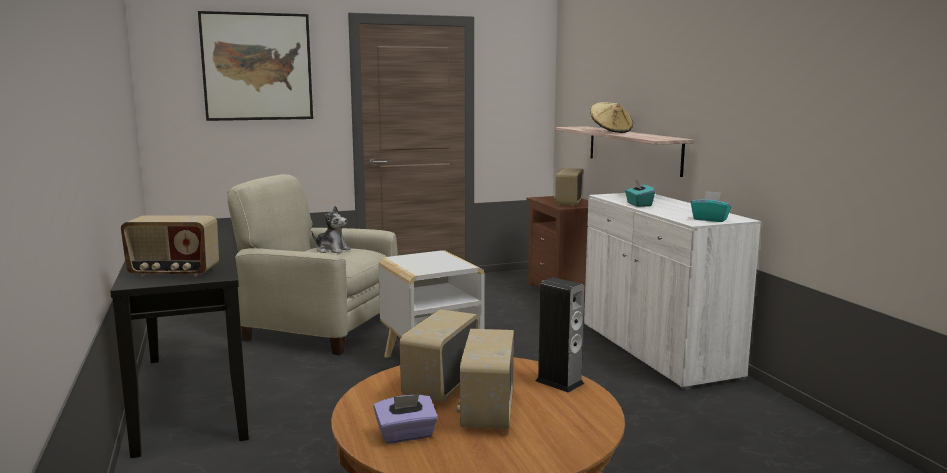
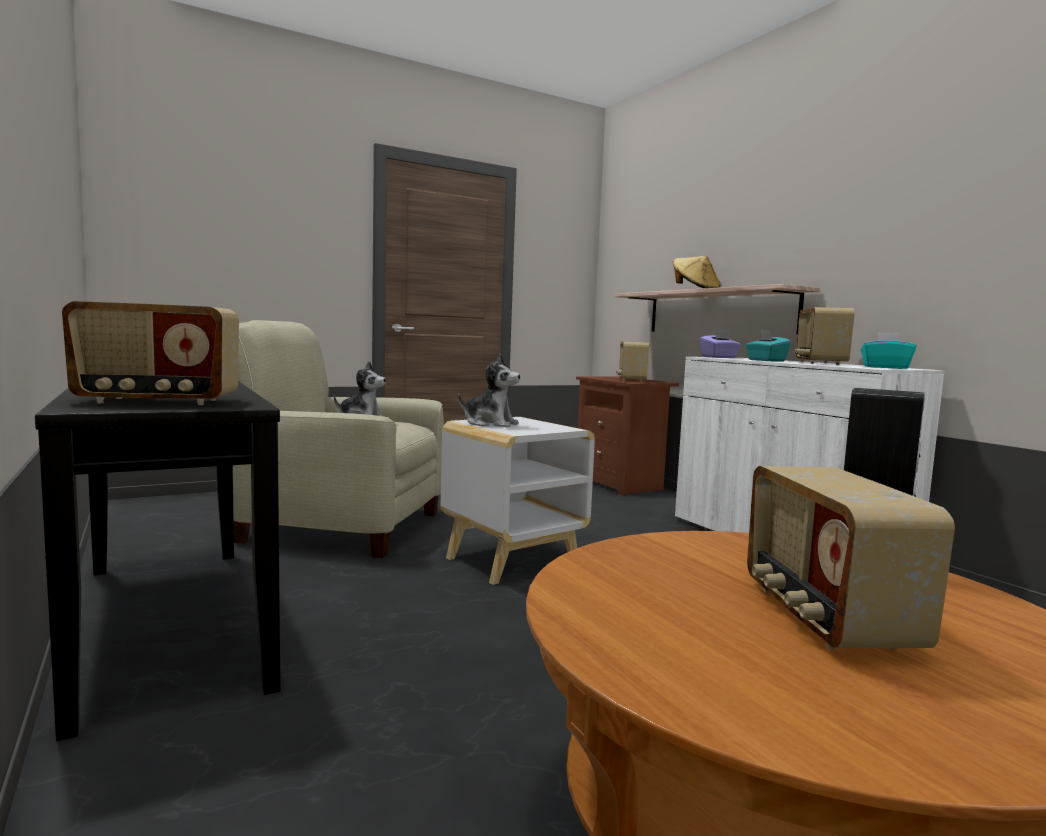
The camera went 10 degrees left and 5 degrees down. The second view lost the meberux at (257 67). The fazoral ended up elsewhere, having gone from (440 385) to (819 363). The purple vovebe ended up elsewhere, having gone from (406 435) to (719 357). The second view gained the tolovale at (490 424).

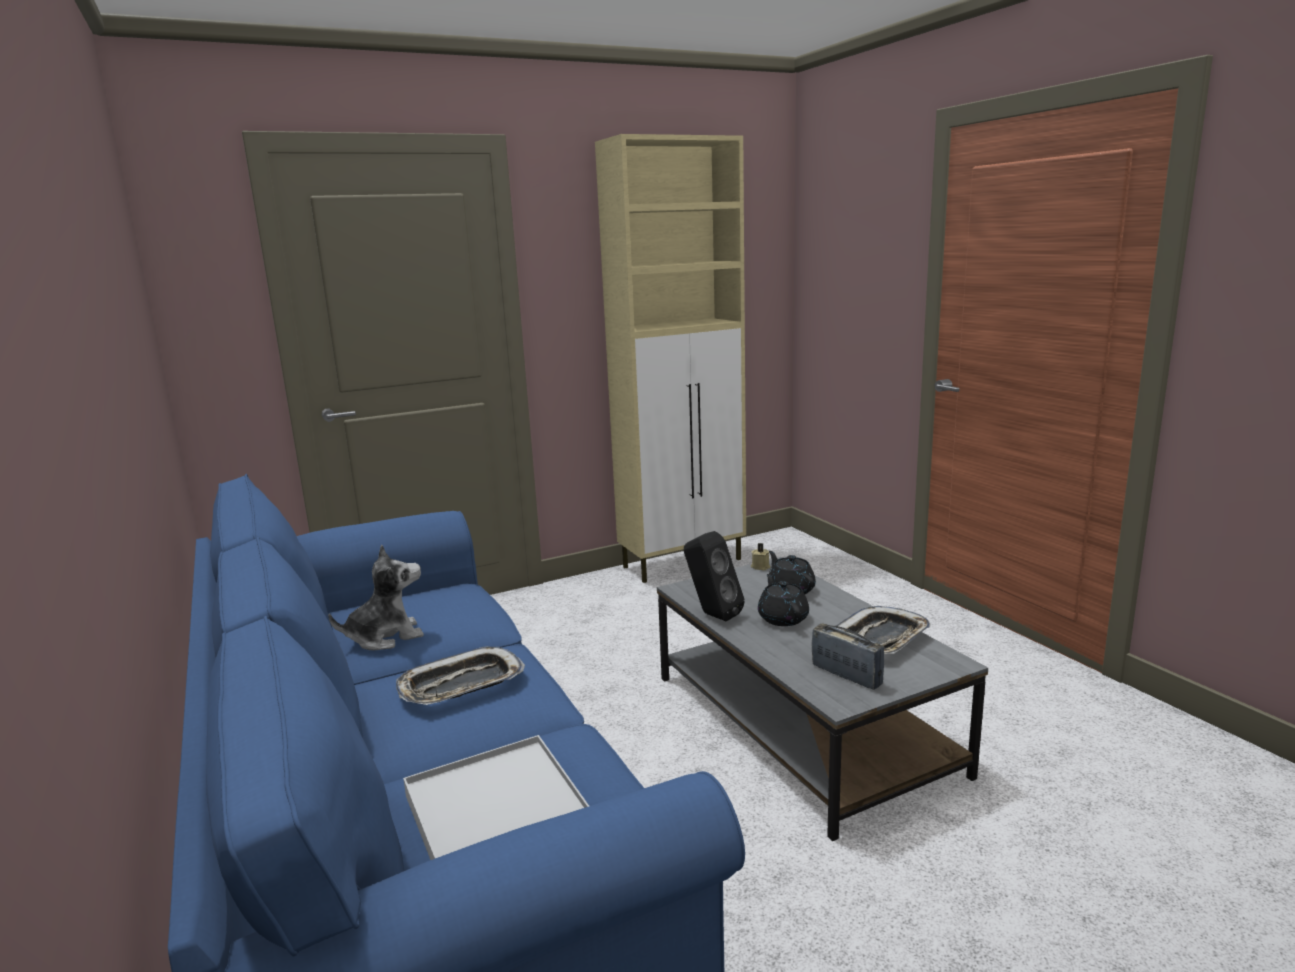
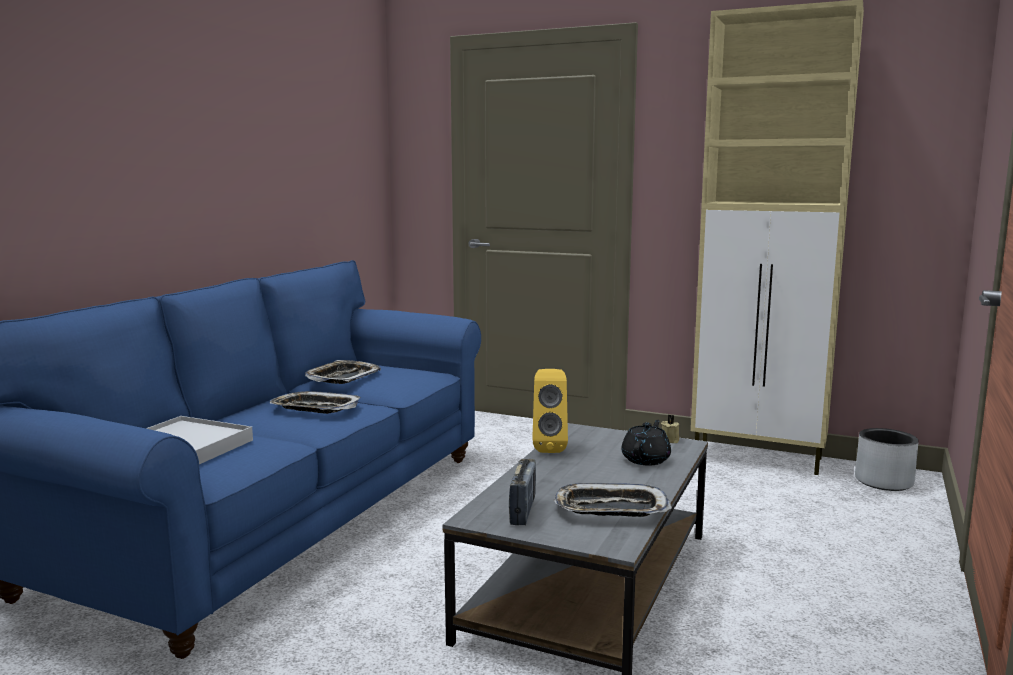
The camera went 50 degrees right and 5 degrees down. What was the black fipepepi at (711 615) turned into the yellow fipepepi at (549 448). Where the tolovale stood at (385 637), the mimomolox came to stand at (343 377). The second view lost the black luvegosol at (782 618). The second view gained the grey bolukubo at (884 482).

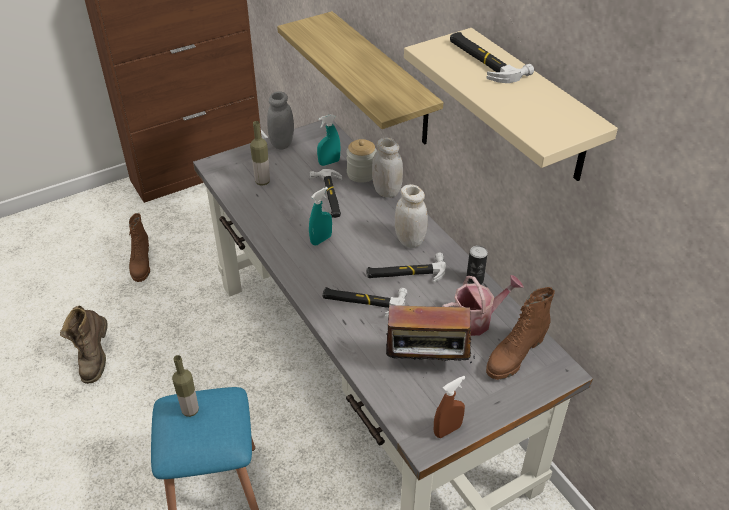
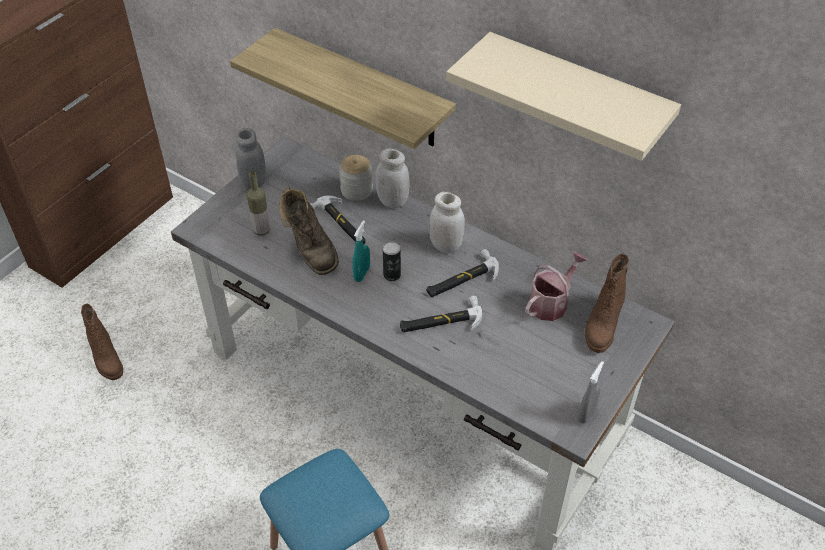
The camera went 25 degrees left and 5 degrees up. The second view lost the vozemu at (484 60). The second view lost the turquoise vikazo at (329 162). The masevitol ended up elsewhere, having gone from (474 280) to (392 275). The second view lost the fazoral at (427 363). The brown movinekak ended up elsewhere, having gone from (94 358) to (310 249). The second view lost the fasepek at (190 410). What was the brown vikazo at (447 430) turned into the grey vikazo at (586 413).

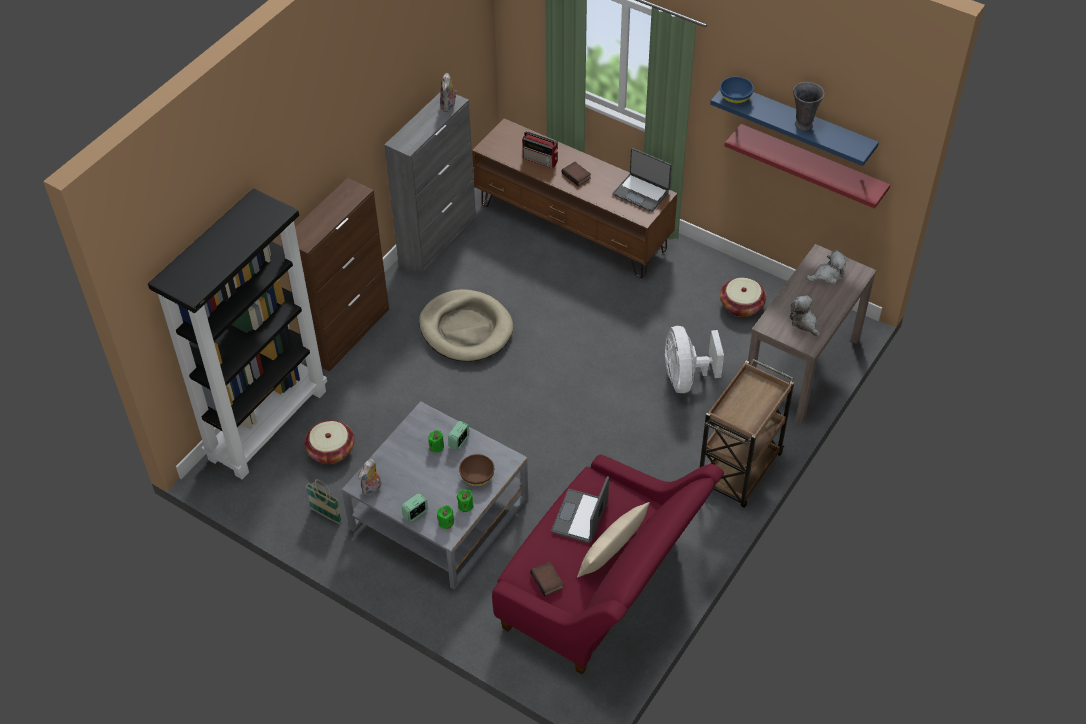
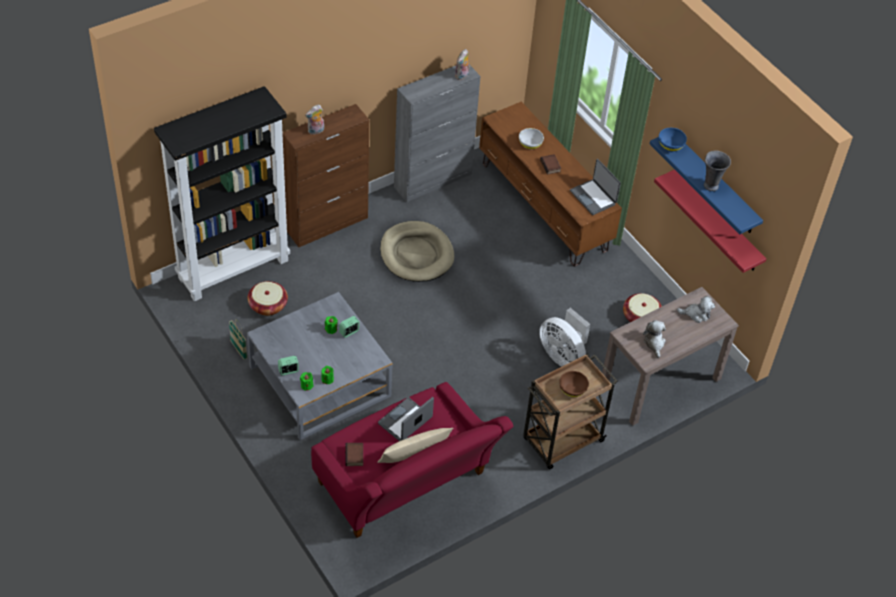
The camera went 20 degrees right and 0 degrees up. Where the fazoral stood at (541 160), the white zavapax came to stand at (530 144). The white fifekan at (686 378) ended up facing another way, 60 degrees counterclockwise from before. The brown zavapax ended up elsewhere, having gone from (477 476) to (572 389). The tolovale ended up elsewhere, having gone from (372 489) to (316 131).

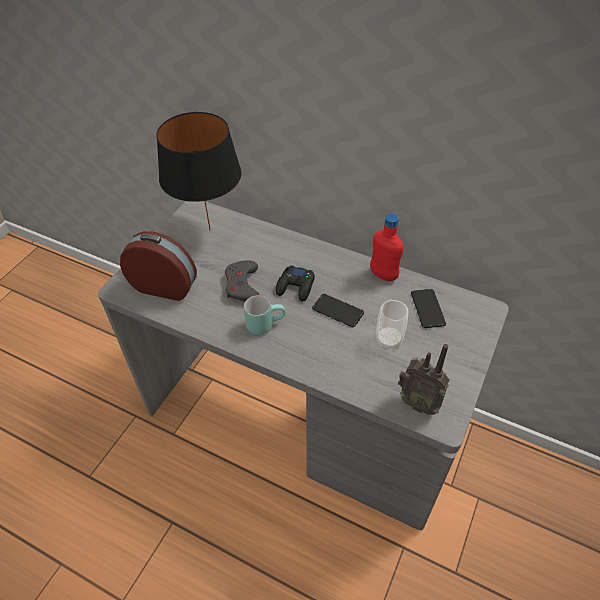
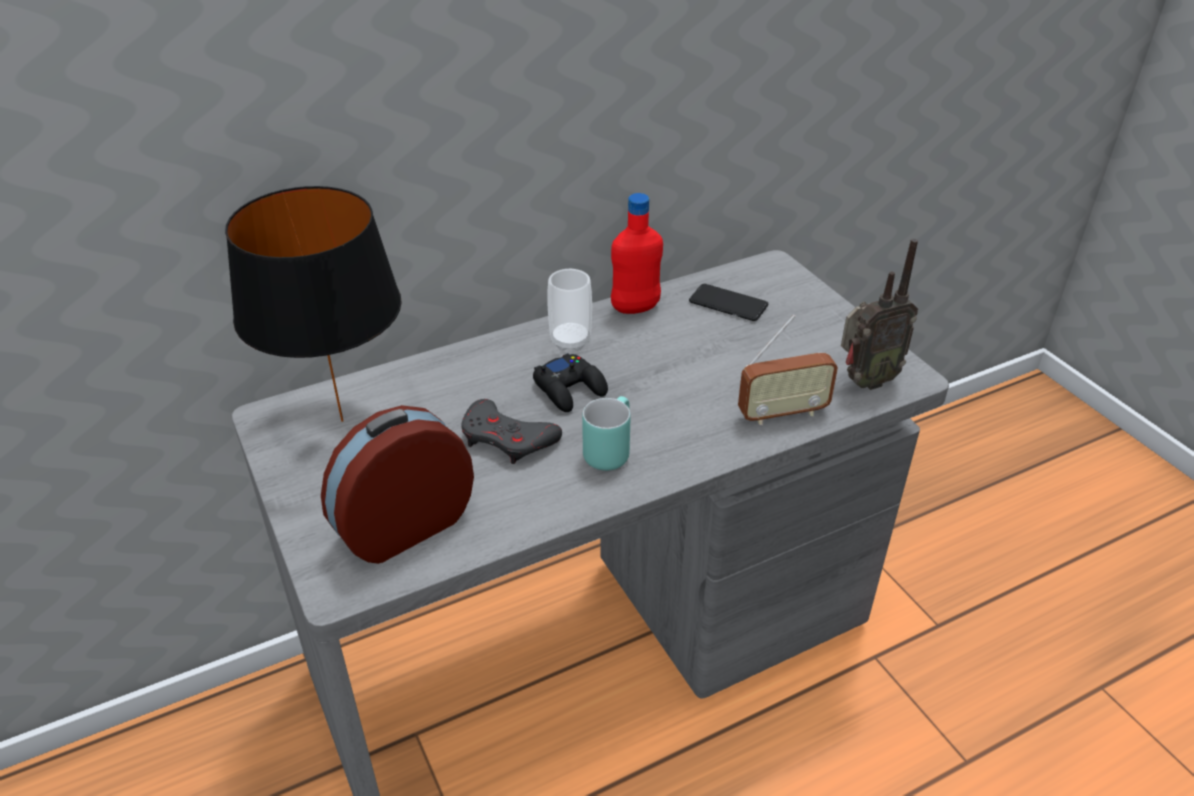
The camera went 55 degrees left and 10 degrees down. The second view lost the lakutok at (337 311). The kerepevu ended up elsewhere, having gone from (388 340) to (570 341). The second view gained the fazoral at (782 413).

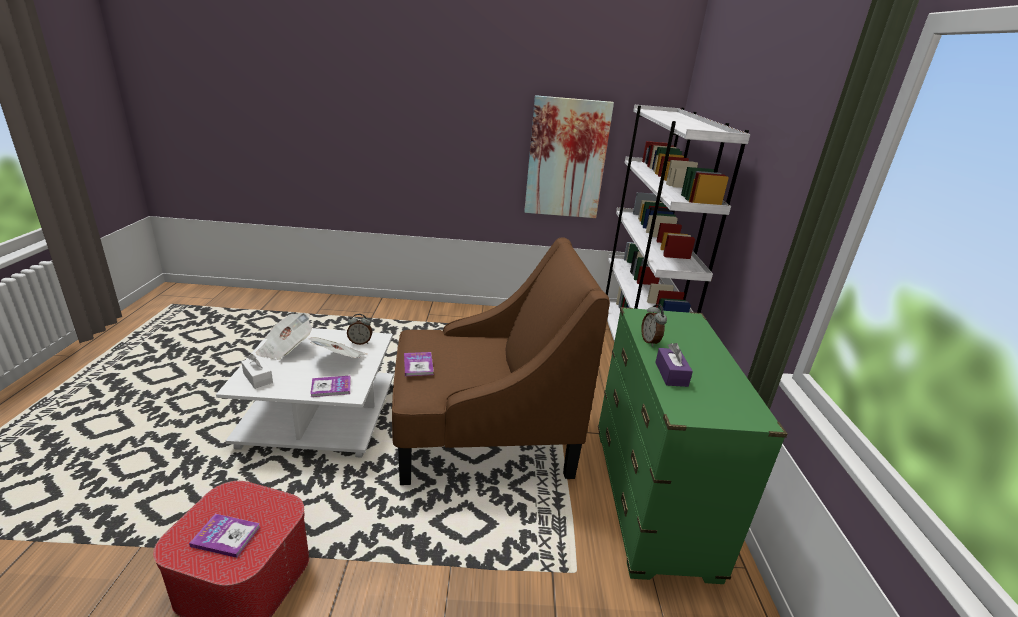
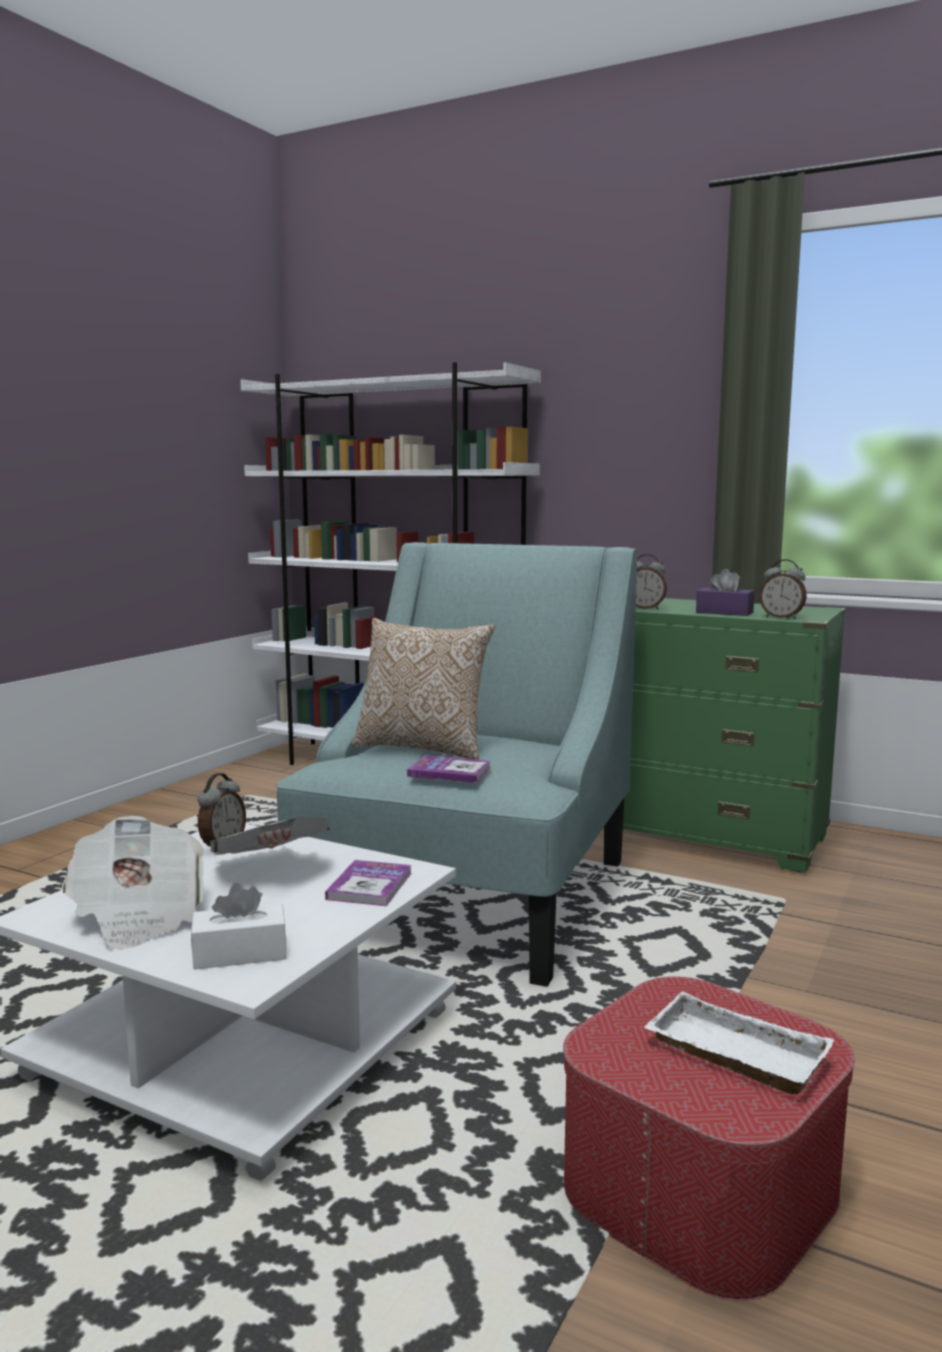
The camera went 60 degrees left and 15 degrees down. The second view lost the meberux at (566 159). What was the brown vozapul at (482 433) turned into the turquoise vozapul at (469 898). Where the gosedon stood at (226 536), the white mimomolox came to stand at (732 1055). The second view gained the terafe at (781 617). The second view gained the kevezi at (423 748).

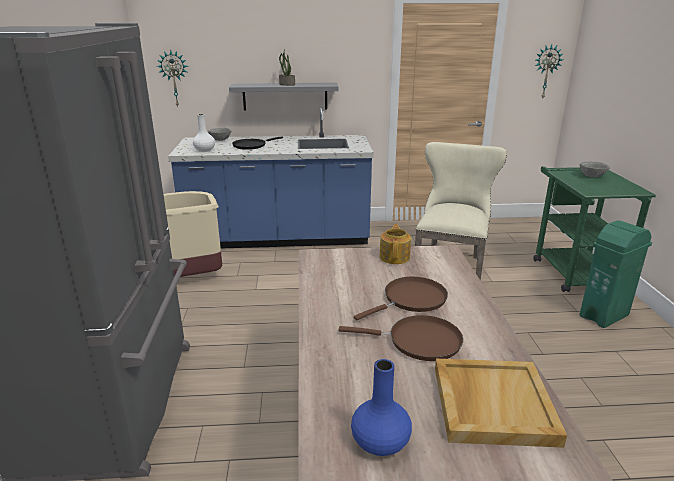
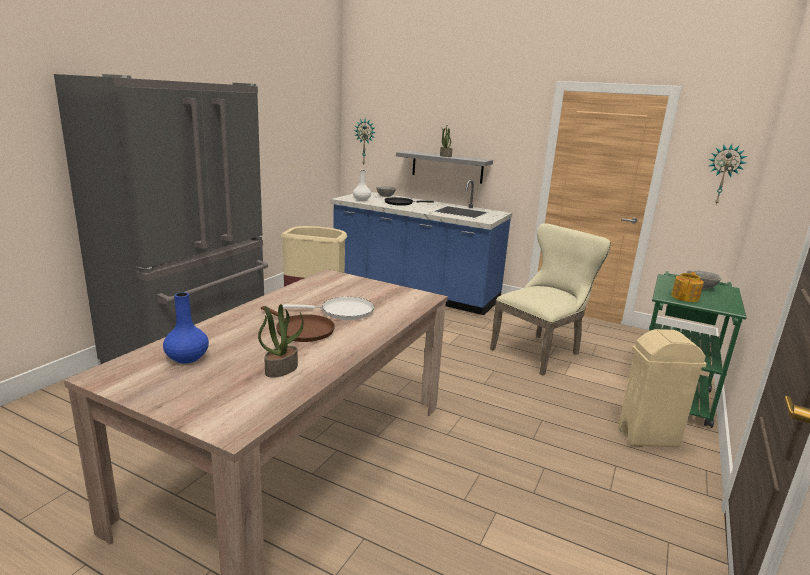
The camera went 30 degrees right and 5 degrees down. What was the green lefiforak at (604 315) turned into the beige lefiforak at (649 438). The luvegosol ended up elsewhere, having gone from (395 257) to (685 297). What was the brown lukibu at (411 300) turned into the white lukibu at (343 312). Where the beige mimomolox stood at (491 403), the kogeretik came to stand at (281 369).

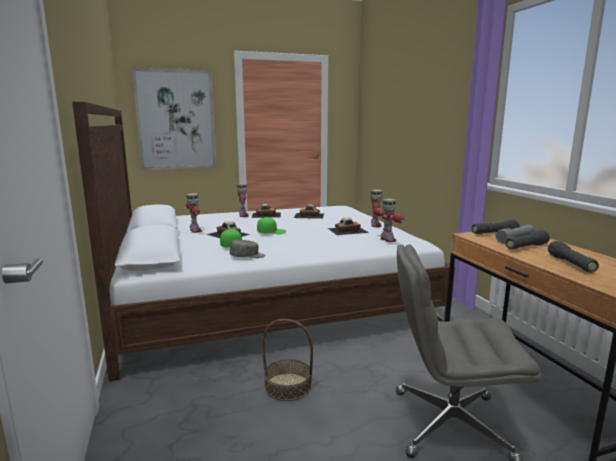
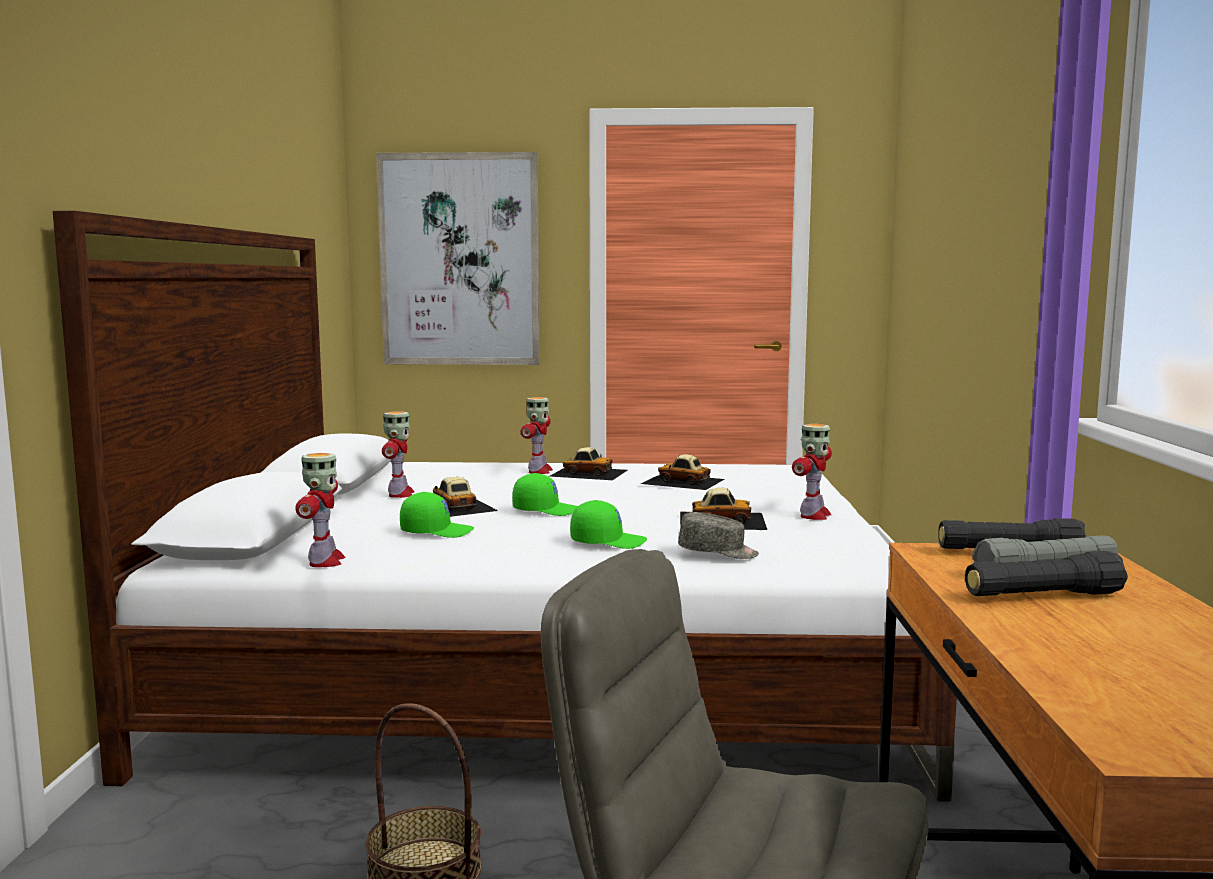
The camera went 20 degrees right and 5 degrees down. The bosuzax ended up elsewhere, having gone from (388 240) to (324 561). The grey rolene ended up elsewhere, having gone from (247 256) to (718 552). The second view lost the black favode at (571 264). The second view gained the green rolene at (608 542).

